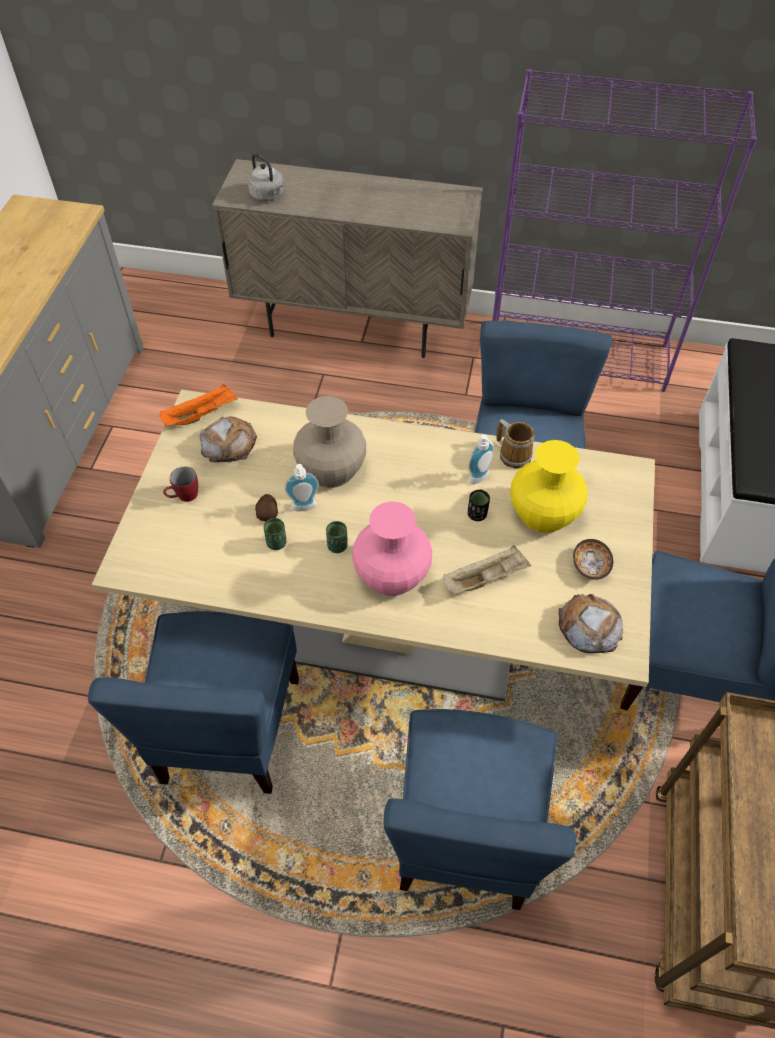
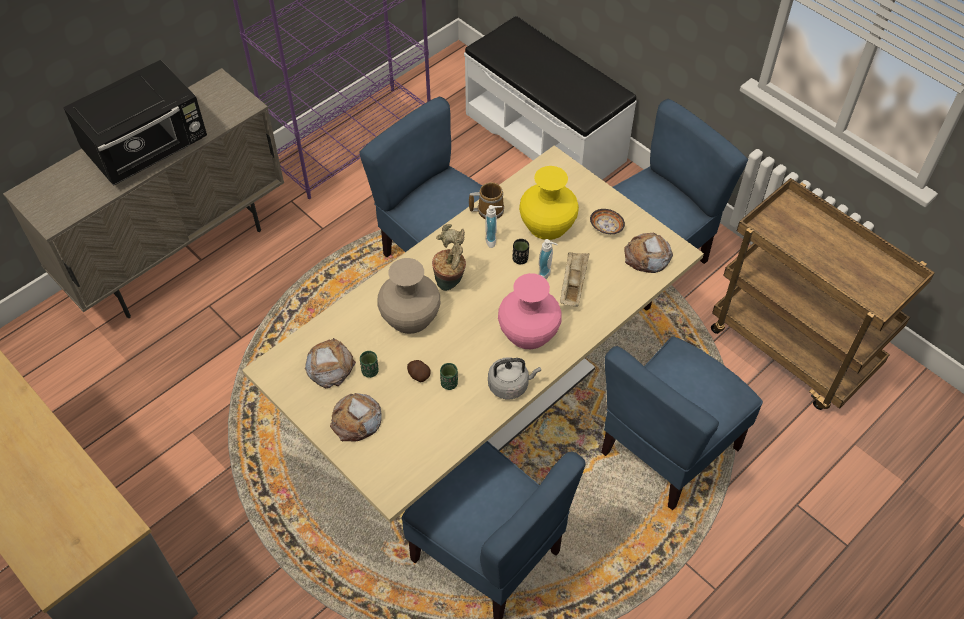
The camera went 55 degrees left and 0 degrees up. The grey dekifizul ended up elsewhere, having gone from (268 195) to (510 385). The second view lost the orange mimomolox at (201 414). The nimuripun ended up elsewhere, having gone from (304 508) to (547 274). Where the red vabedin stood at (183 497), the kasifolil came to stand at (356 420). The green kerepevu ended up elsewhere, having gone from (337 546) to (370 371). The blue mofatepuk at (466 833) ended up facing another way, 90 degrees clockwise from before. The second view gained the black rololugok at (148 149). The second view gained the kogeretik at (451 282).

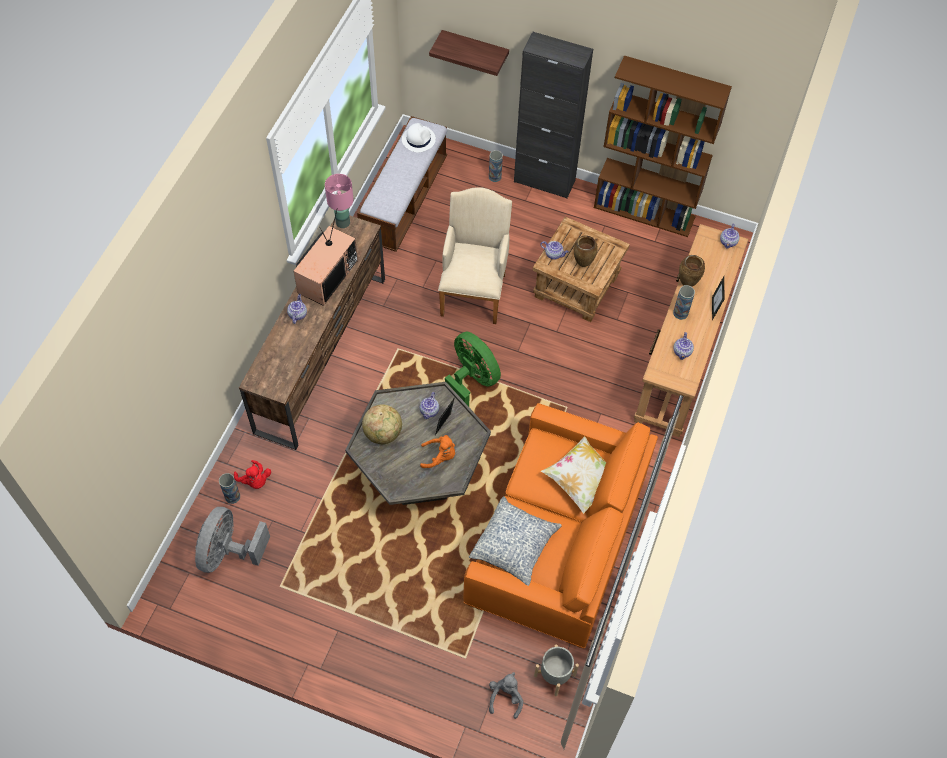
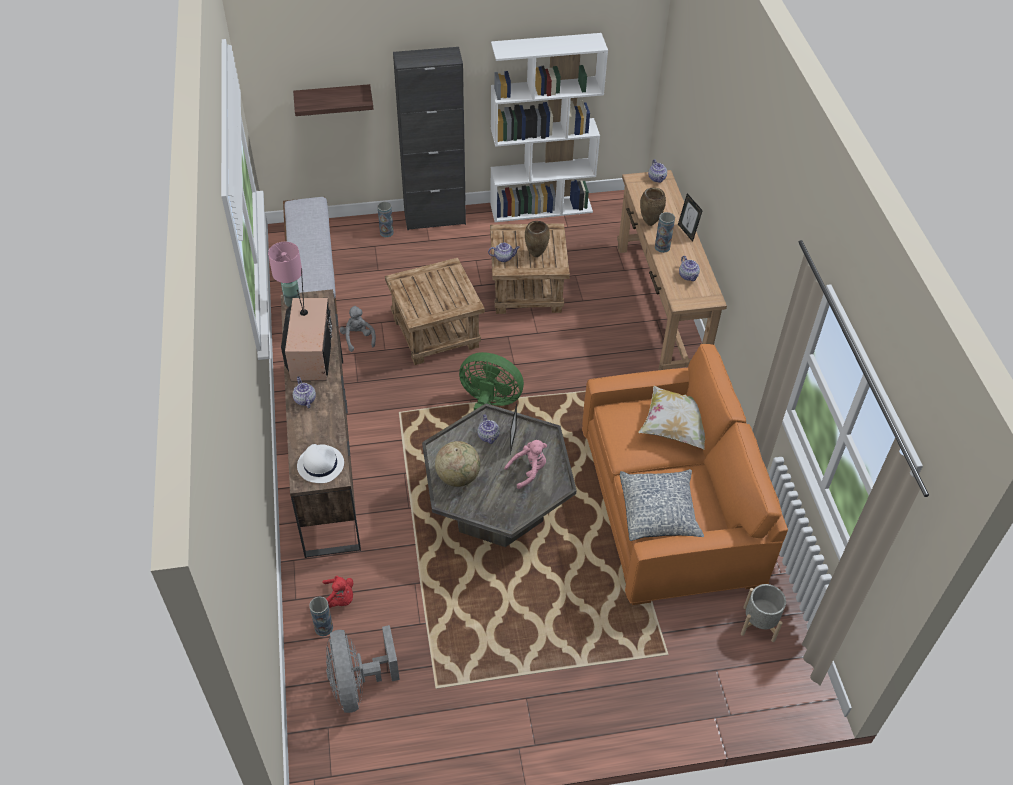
The camera went 30 degrees left and 10 degrees down. What was the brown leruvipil at (645 212) turned into the white leruvipil at (541 208). The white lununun ended up elsewhere, having gone from (418 139) to (320 464). Where the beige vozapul stood at (474 290), the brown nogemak came to stand at (436 332). What was the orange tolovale at (439 456) turned into the pink tolovale at (528 471). The grey tolovale ended up elsewhere, having gone from (505 697) to (358 338).

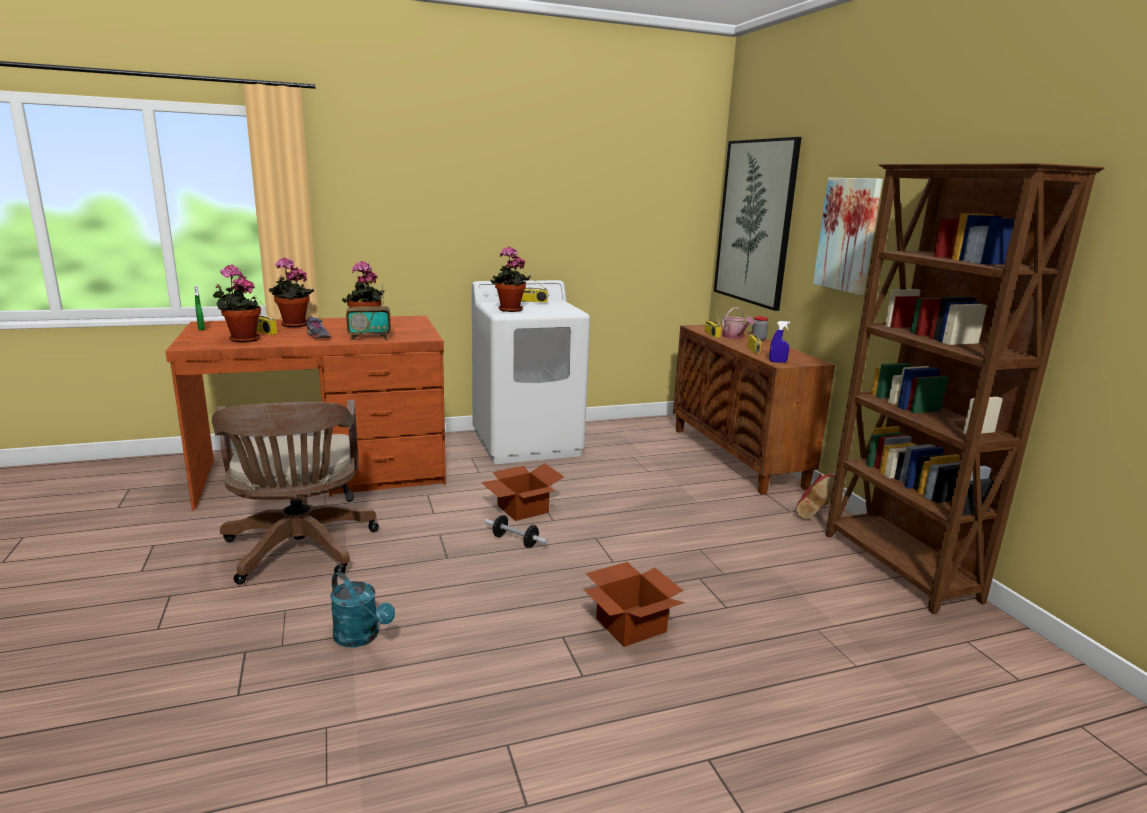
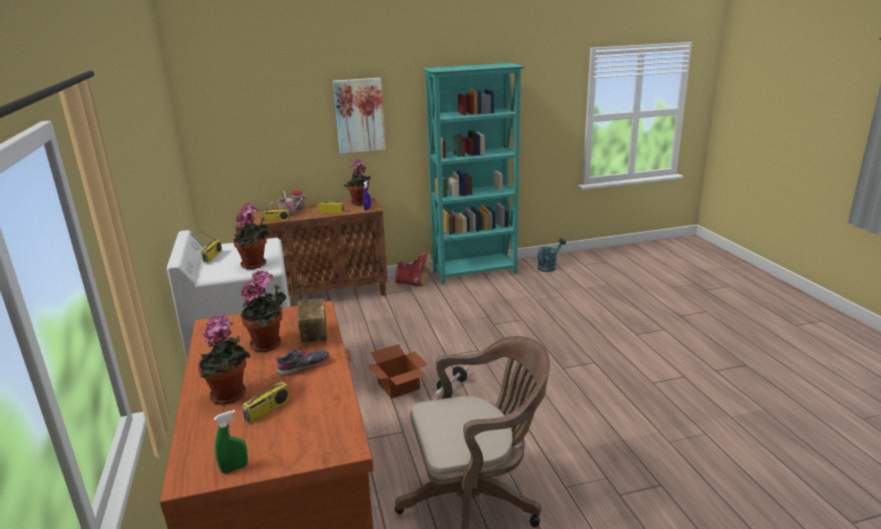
The camera went 85 degrees left and 5 degrees up. The second view lost the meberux at (755 222). What was the brown leruvipil at (898 567) turned into the turquoise leruvipil at (475 273). The kogeretik ended up elsewhere, having gone from (241 339) to (360 203). The second view lost the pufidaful at (631 624). The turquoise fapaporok ended up elsewhere, having gone from (361 637) to (549 267).

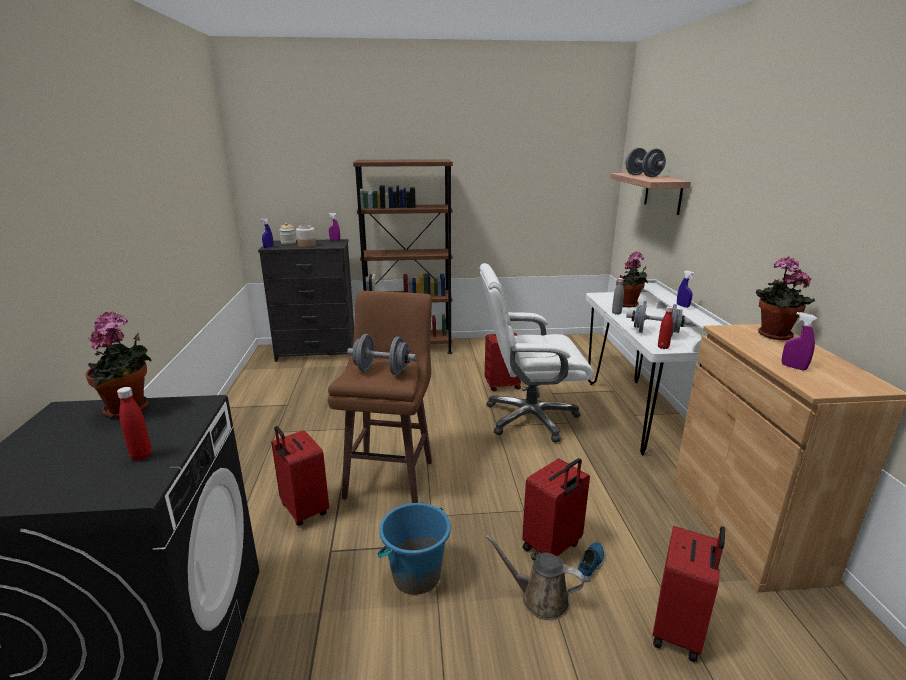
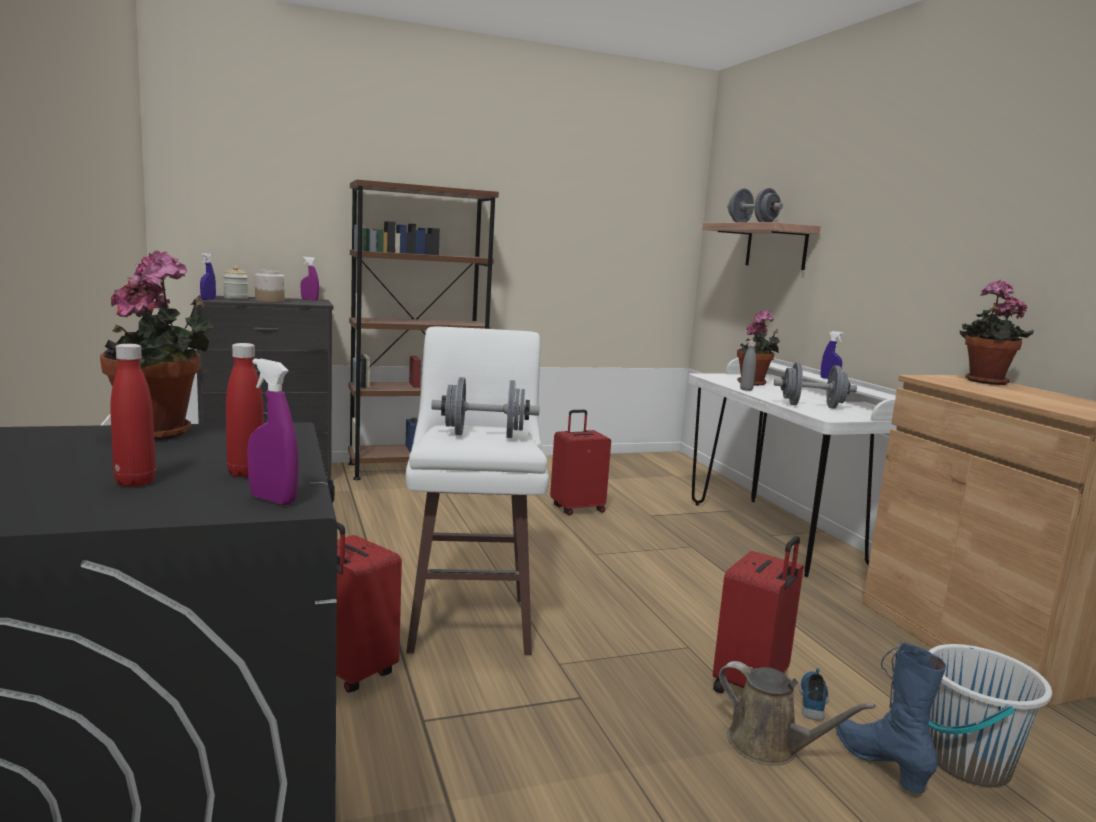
The camera went 15 degrees left and 10 degrees down. The second view lost the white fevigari at (529 418). What was the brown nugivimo at (391 477) turned into the white nugivimo at (471 622). The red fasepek ended up elsewhere, having gone from (663 347) to (135 482). The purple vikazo ended up elsewhere, having gone from (793 367) to (273 500). The second view lost the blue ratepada at (416 576). Where the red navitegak stood at (679 631), the white ratepada came to stand at (967 762). The brown fapaporok at (539 598) ended up facing another way, 150 degrees counterclockwise from before. The second view gained the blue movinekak at (879 764).

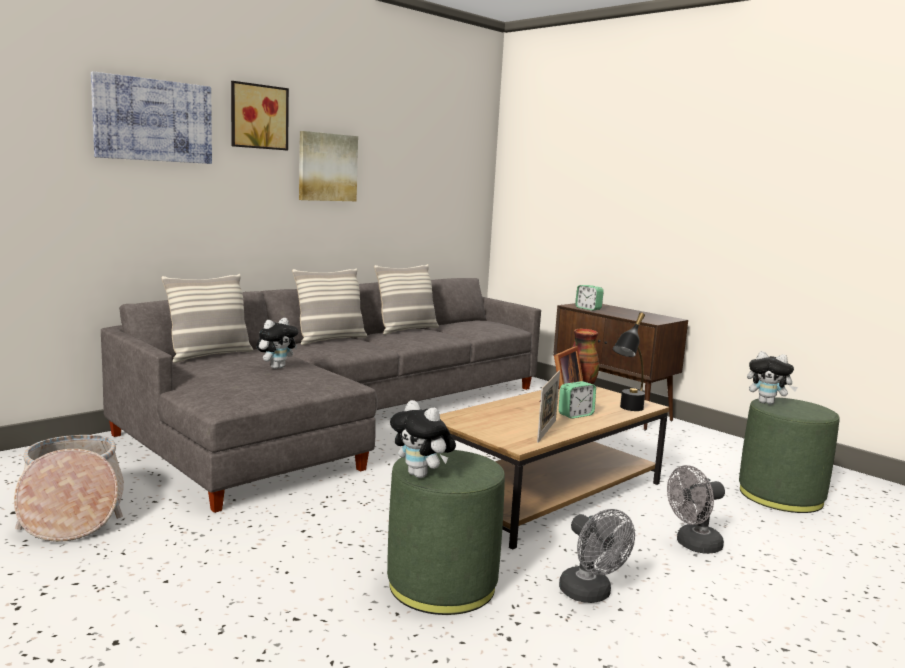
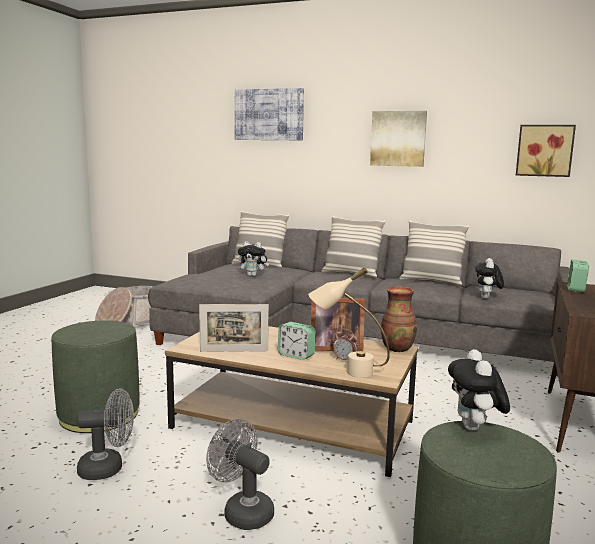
The camera went 65 degrees right and 0 degrees up. The meberux ended up elsewhere, having gone from (258 116) to (544 150). What was the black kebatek at (627 410) turned into the beige kebatek at (347 371). The tolovale ended up elsewhere, having gone from (422 475) to (487 298). The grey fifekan at (590 595) ended up facing another way, 135 degrees counterclockwise from before. The second view gained the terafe at (344 360).

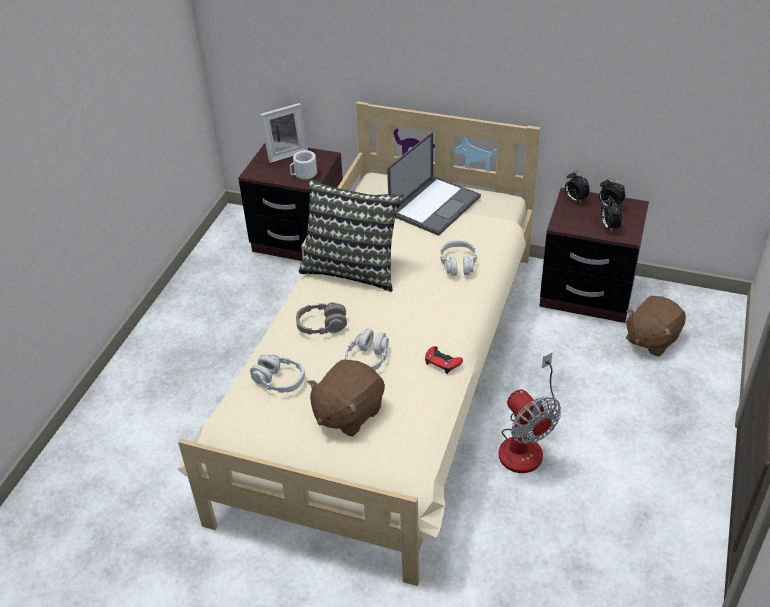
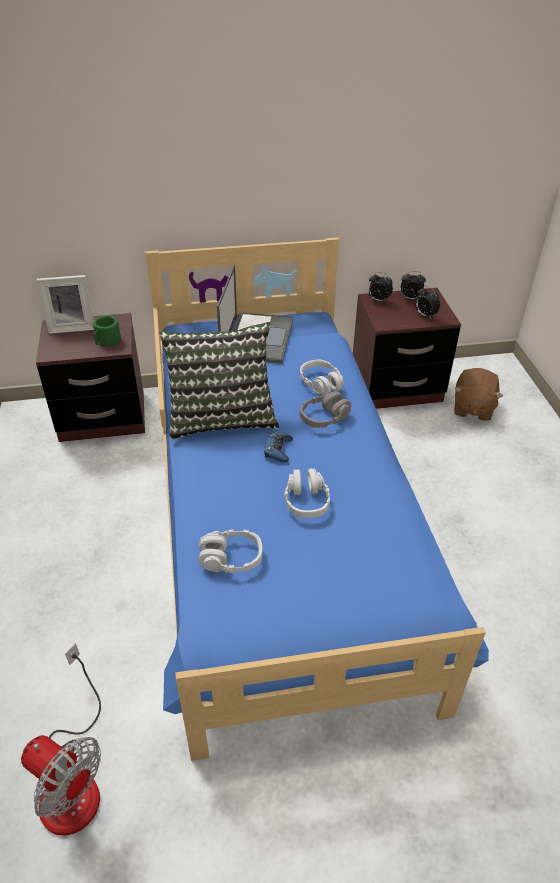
The camera went 30 degrees left and 0 degrees up. What was the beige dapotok at (388 378) turned into the blue dapotok at (280 520). The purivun at (285 153) ended up facing another way, 45 degrees clockwise from before. What was the white vabedin at (303 174) turned into the green vabedin at (107 342). The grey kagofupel ended up elsewhere, having gone from (322 325) to (324 417). The second view lost the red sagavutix at (442 362). The fifekan ended up elsewhere, having gone from (525 442) to (73 779). The second view lost the brown tolovale at (347 413). The second view gained the blue sagavutix at (278 450).

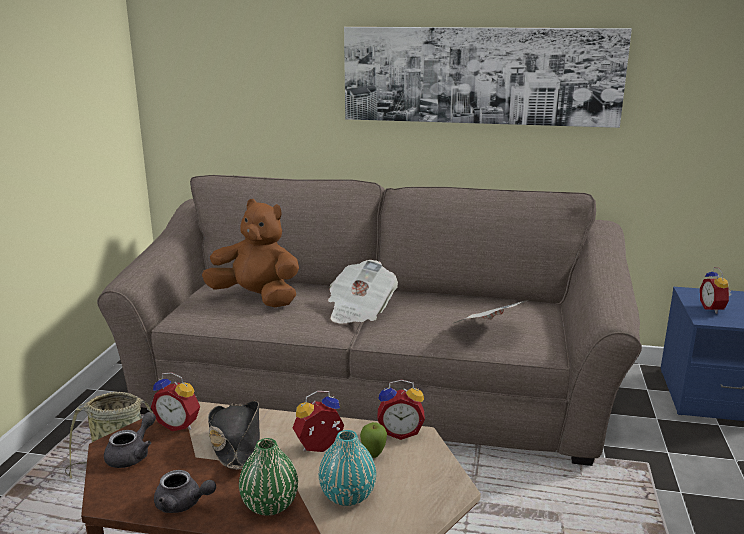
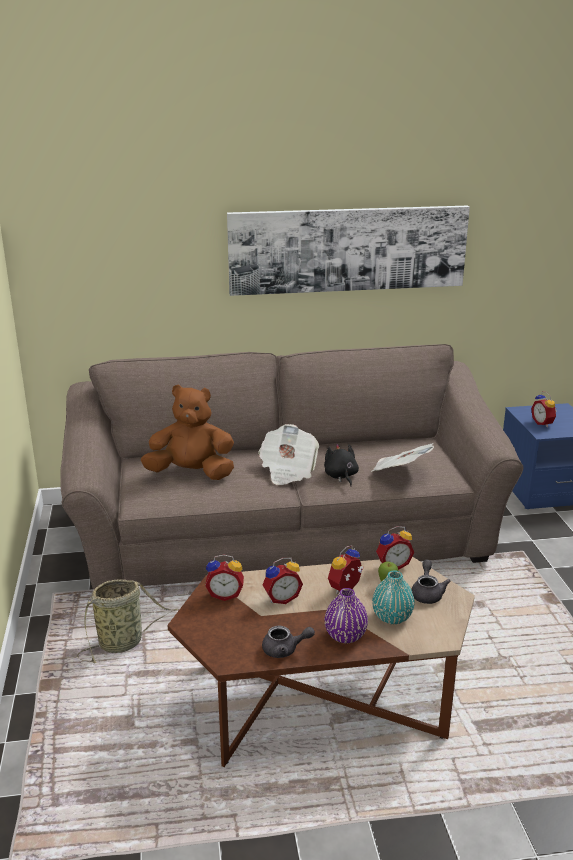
The camera went 20 degrees left and 5 degrees up. Where the black lununun stood at (236 442), the terafe came to stand at (281 598). The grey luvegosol ended up elsewhere, having gone from (132 455) to (427 593). What was the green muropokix at (269 505) turned into the purple muropokix at (345 636). The second view gained the black tolovale at (341 476).

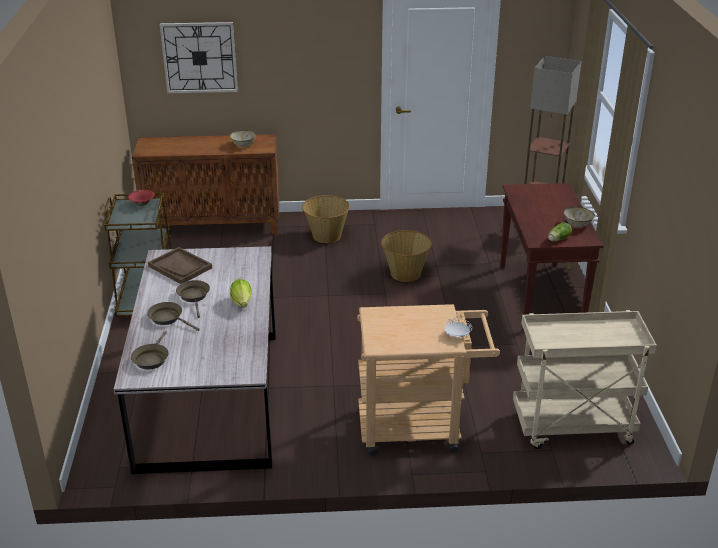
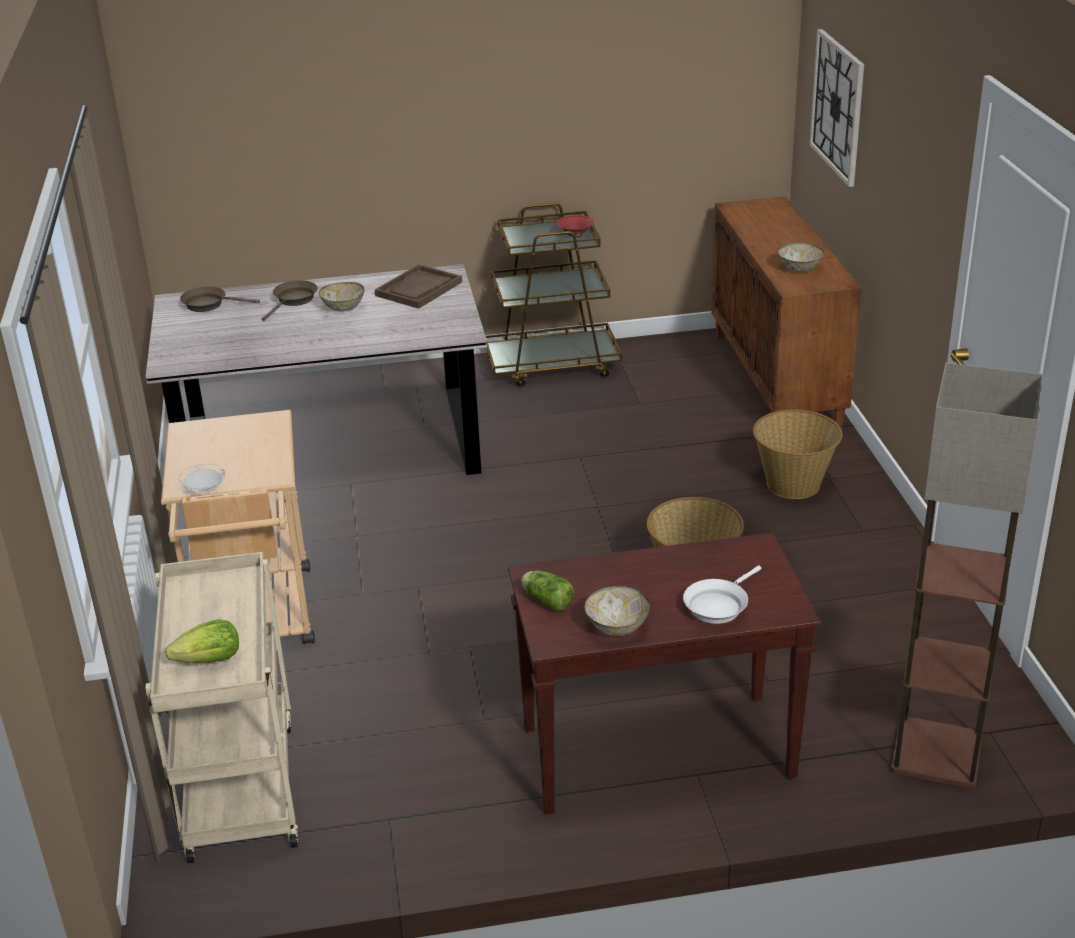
The camera went 85 degrees right and 0 degrees up. The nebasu ended up elsewhere, having gone from (242 302) to (210 660). Where the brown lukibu stood at (194 297), the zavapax came to stand at (344 308). The second view gained the white lukibu at (718 605).

